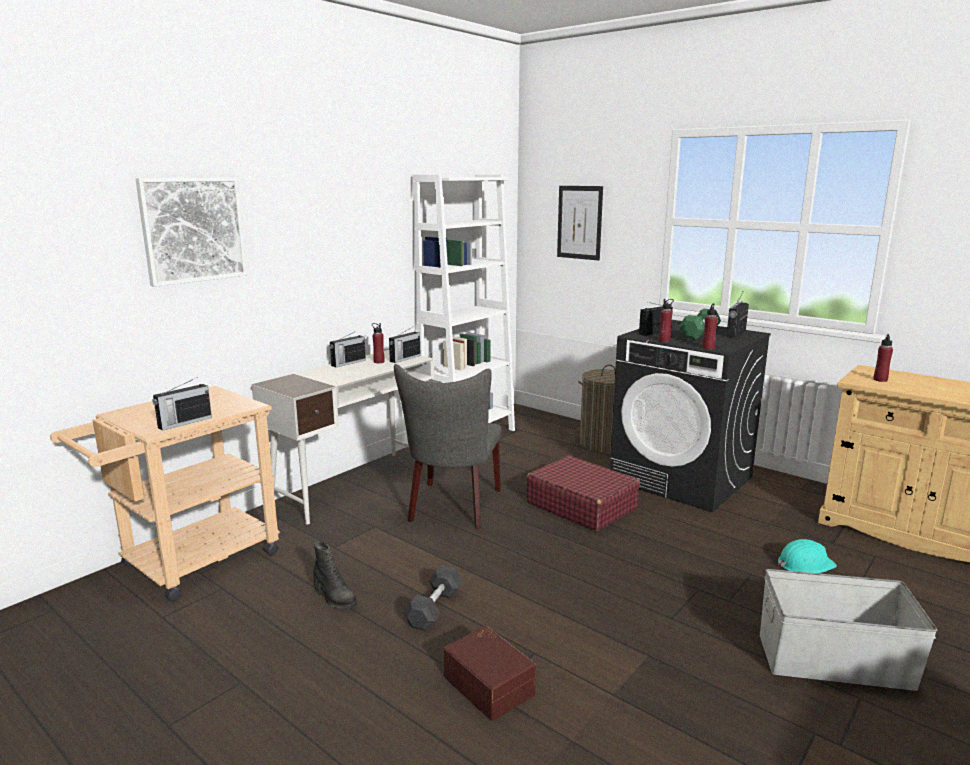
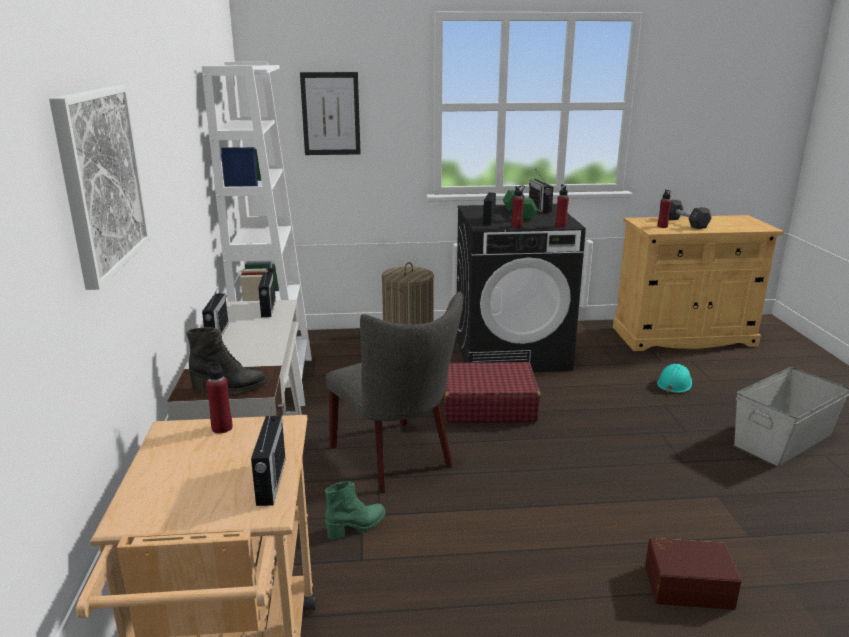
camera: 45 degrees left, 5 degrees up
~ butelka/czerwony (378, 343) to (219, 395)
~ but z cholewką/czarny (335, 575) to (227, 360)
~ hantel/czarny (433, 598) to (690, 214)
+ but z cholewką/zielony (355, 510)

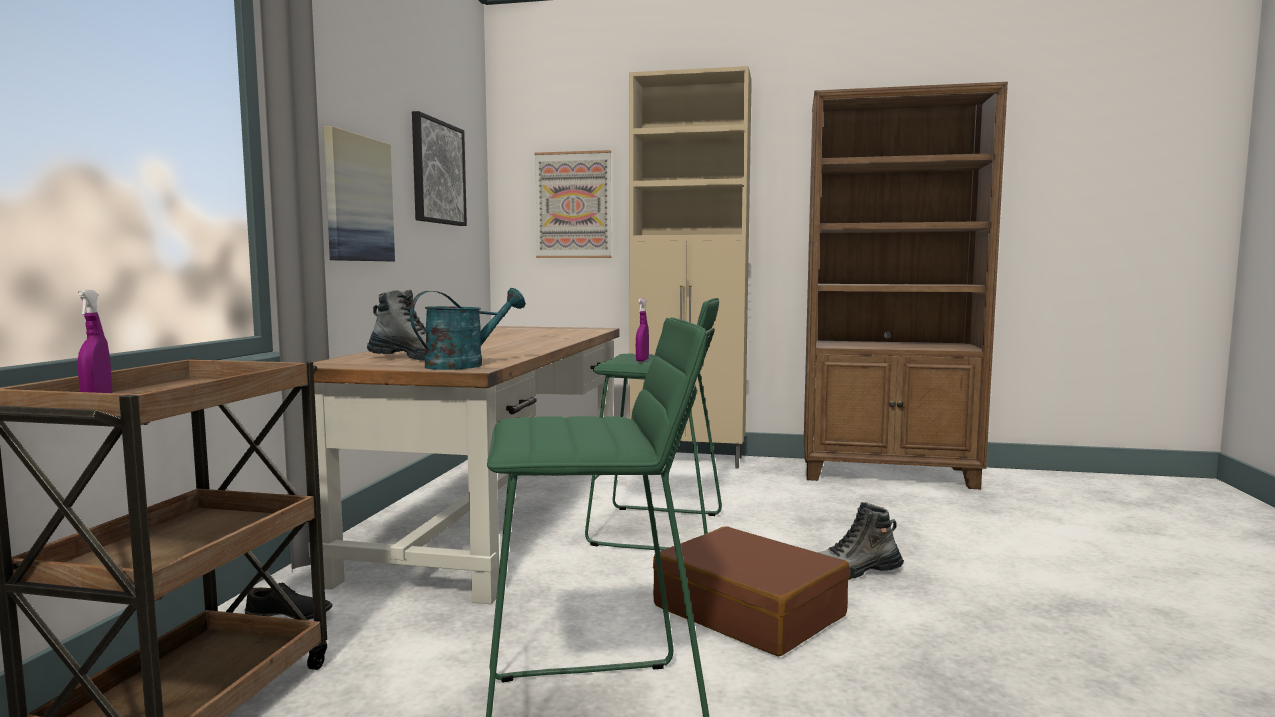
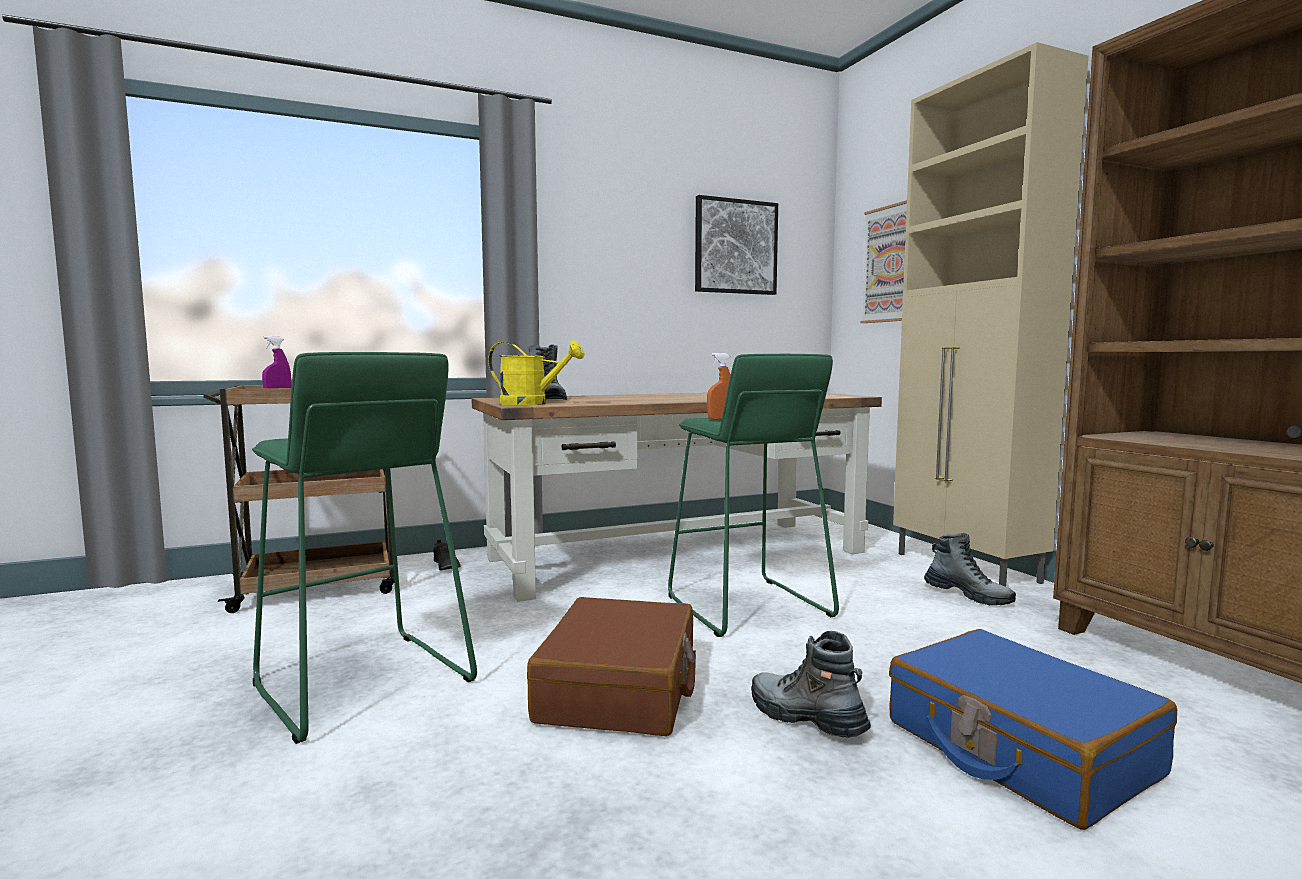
camera: 55 degrees right, 0 degrees up
- obraz (359, 193)
~ konewka/turkusowy (468, 329) to konewka/żółty (536, 372)
~ spryskiwacz/fioletowy (642, 330) to spryskiwacz/pomarańczowy (719, 386)
+ but z cholewką (970, 569)
+ walizka/niebieski (1033, 729)

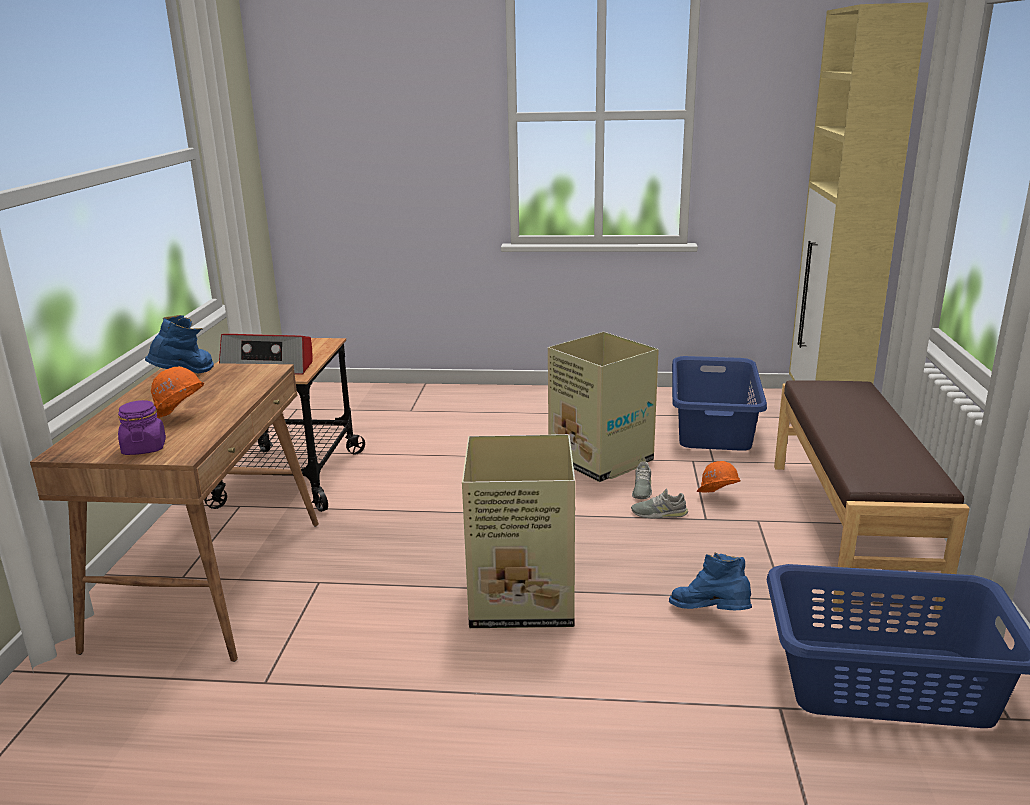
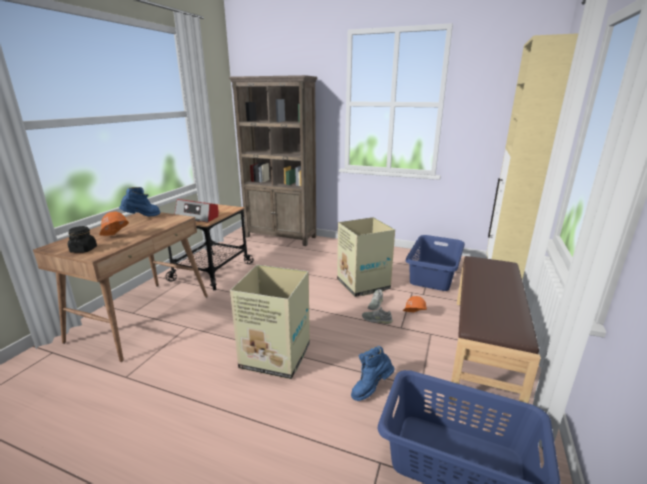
camera: 15 degrees right, 0 degrees up
~ słoik/fioletowy (142, 427) to słoik/czarny (82, 239)
~ but z cholewką/niebieski (710, 581) = (372, 373) 90 degrees counterclockwise
+ regał/brązowy (273, 160)

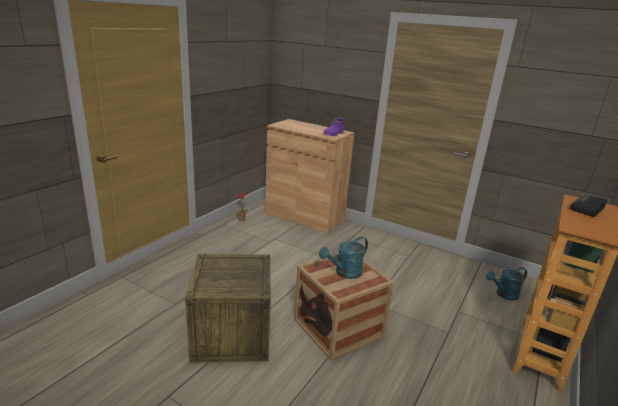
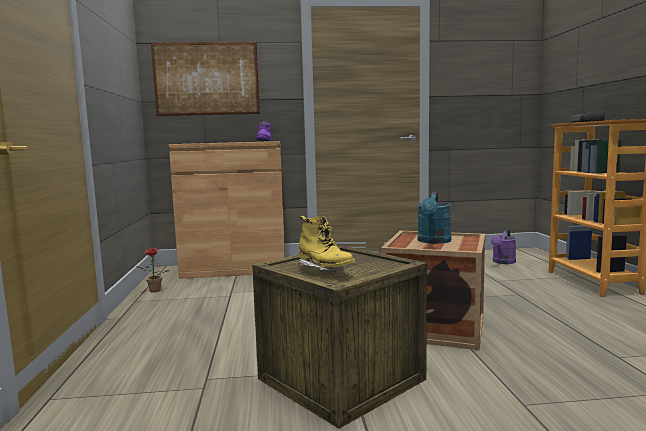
camera: 35 degrees left, 15 degrees down
~ konewka/turkusowy (506, 283) to konewka/fioletowy (503, 247)
+ obraz (205, 79)
+ but z cholewką/żółty (326, 244)

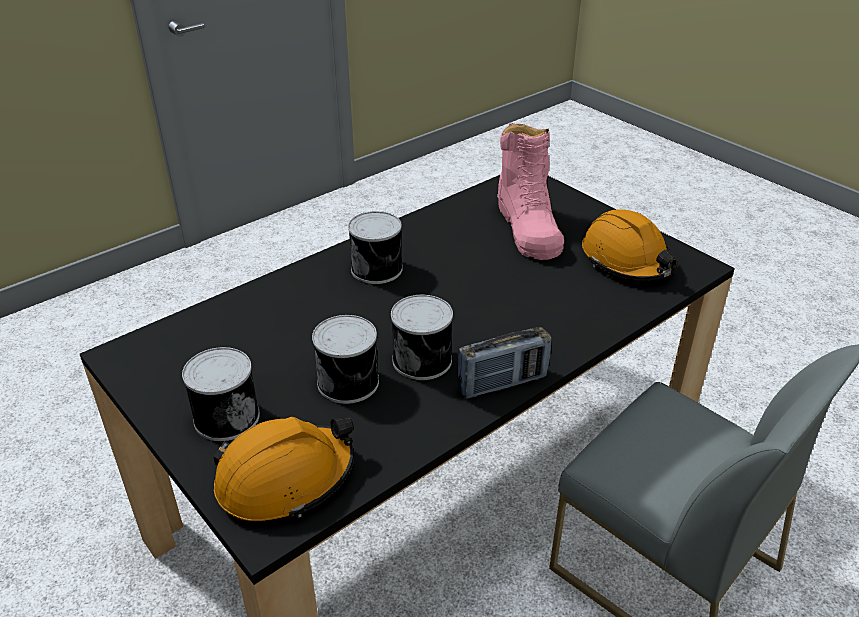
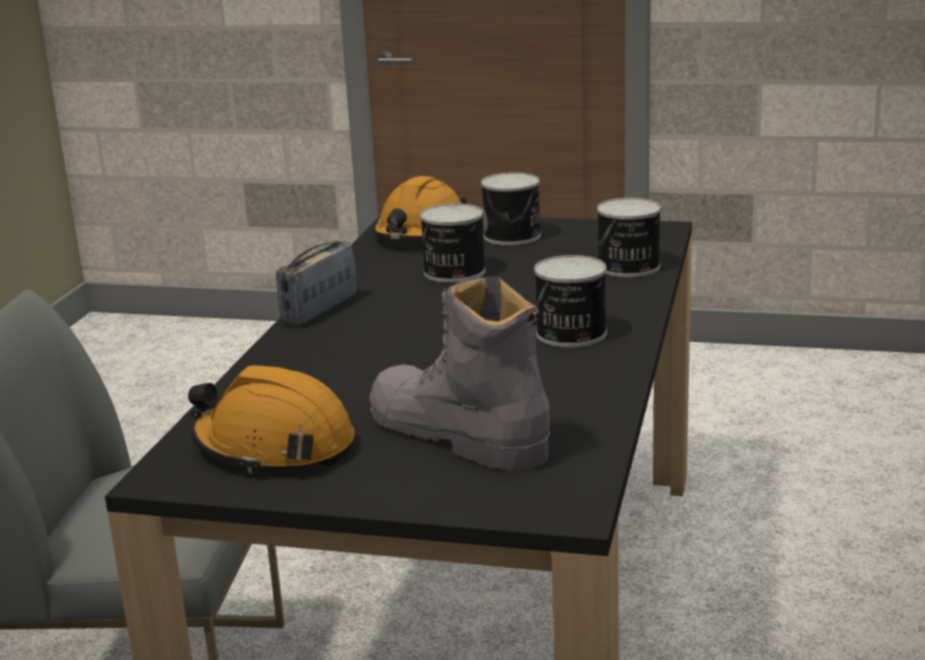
camera: 145 degrees right, 15 degrees down
~ but z cholewką/różowy (530, 191) to but z cholewką/szary (459, 374)
~ puszka (422, 337) to (629, 237)

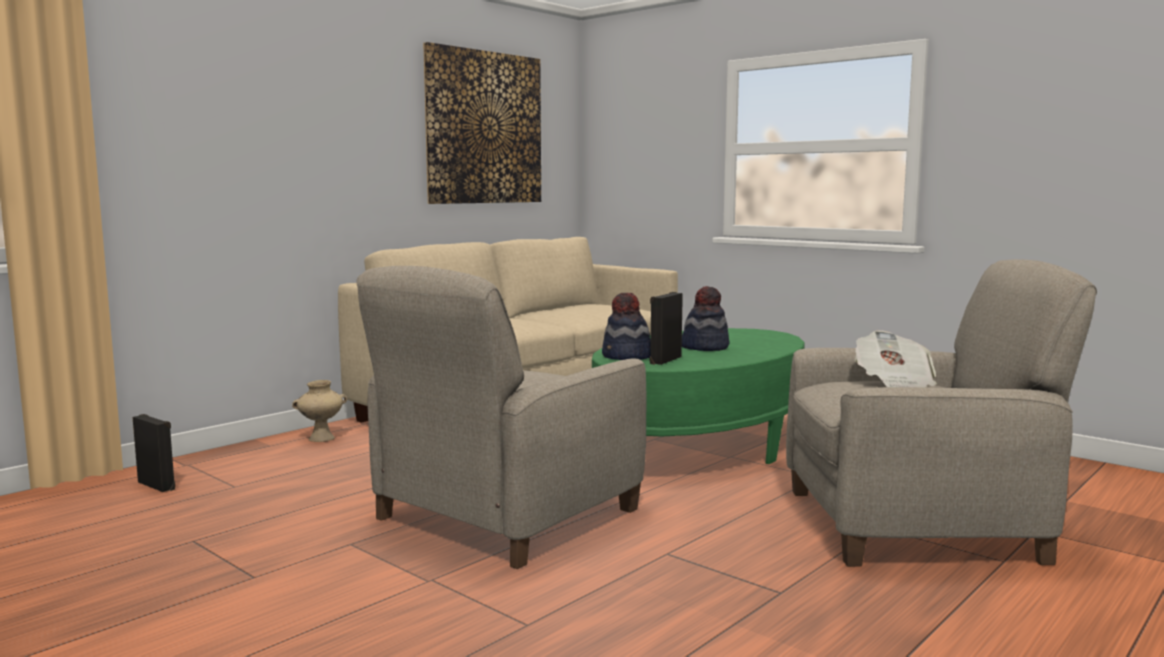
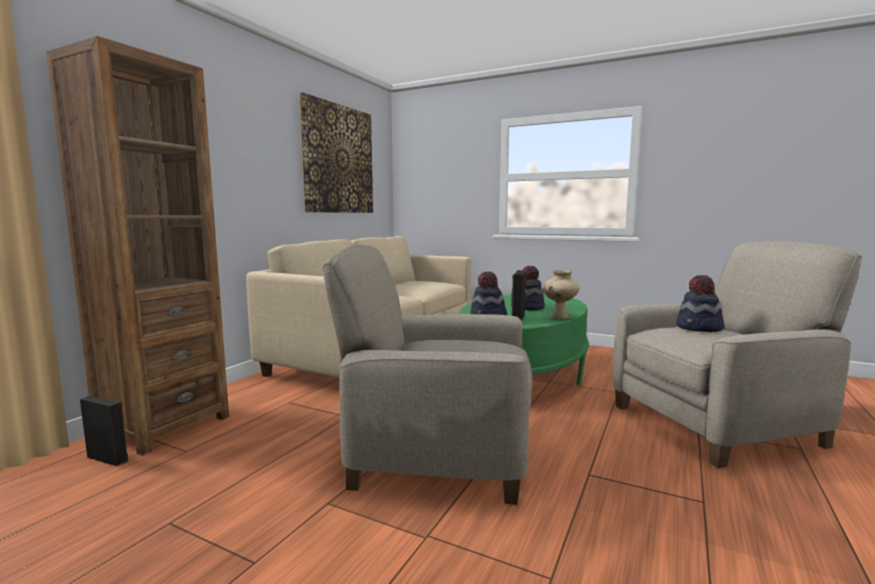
camera: 15 degrees left, 0 degrees up
~ fotel/beżowy (501, 417) = (427, 375) 75 degrees clockwise
~ gazeta (896, 358) to kapelusz (700, 303)
~ wazon/beżowy (319, 411) to (561, 294)
+ regał/brązowy (137, 246)

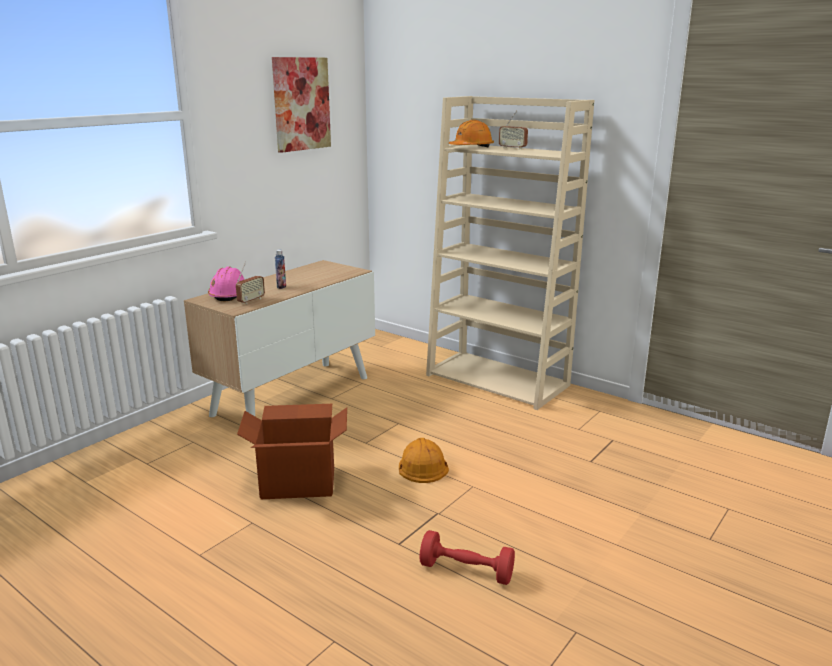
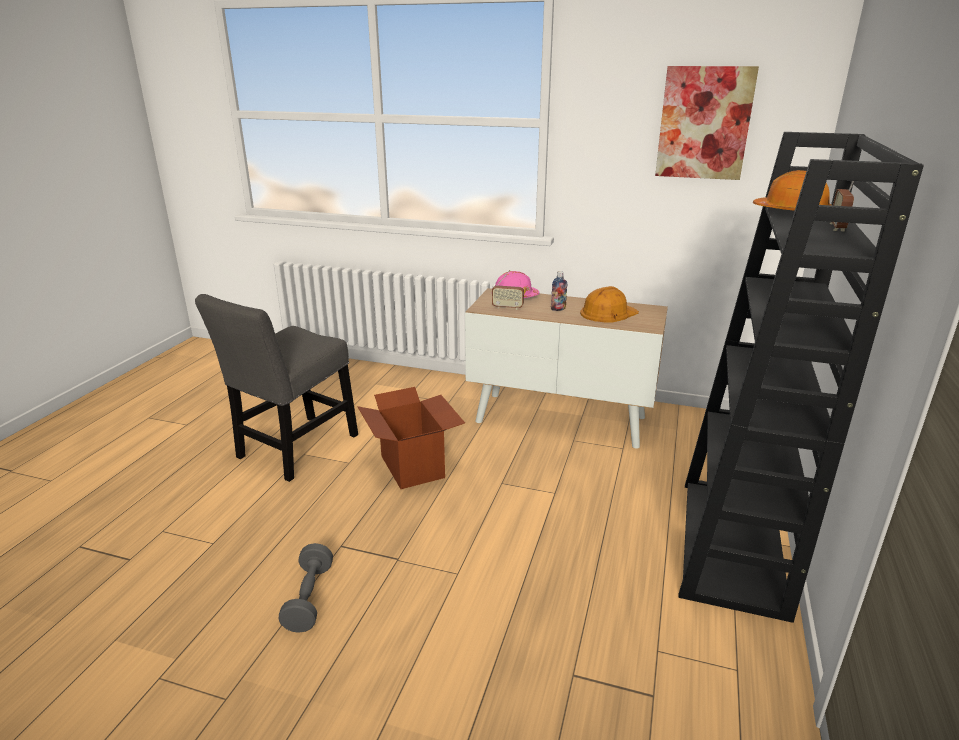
camera: 70 degrees right, 5 degrees up
~ regał/beżowy (510, 253) to regał/czarny (801, 377)
~ kask/pomarańczowy (424, 460) to (609, 304)
~ hantel/czerwony (467, 557) to hantel/szary (305, 588)
+ krzesło/szary (276, 388)

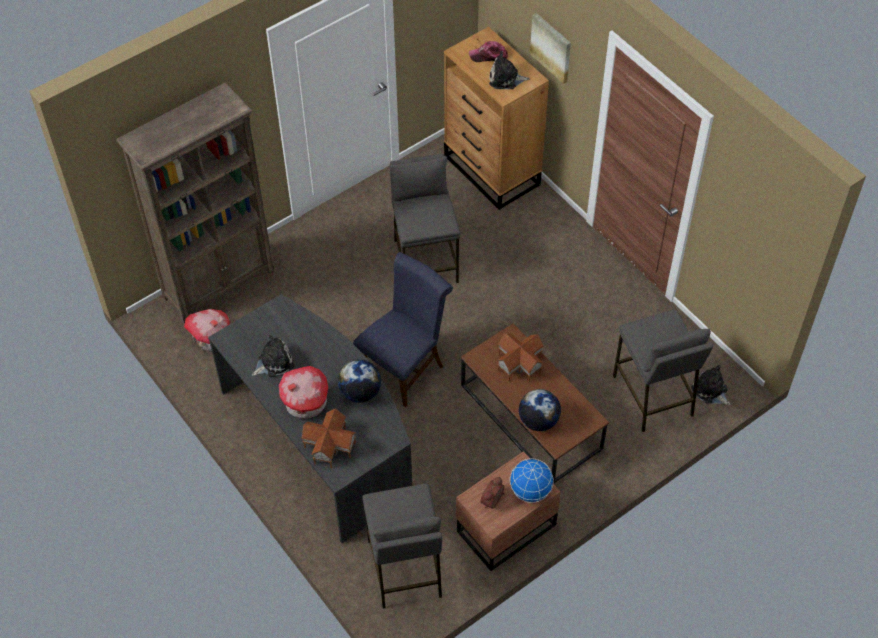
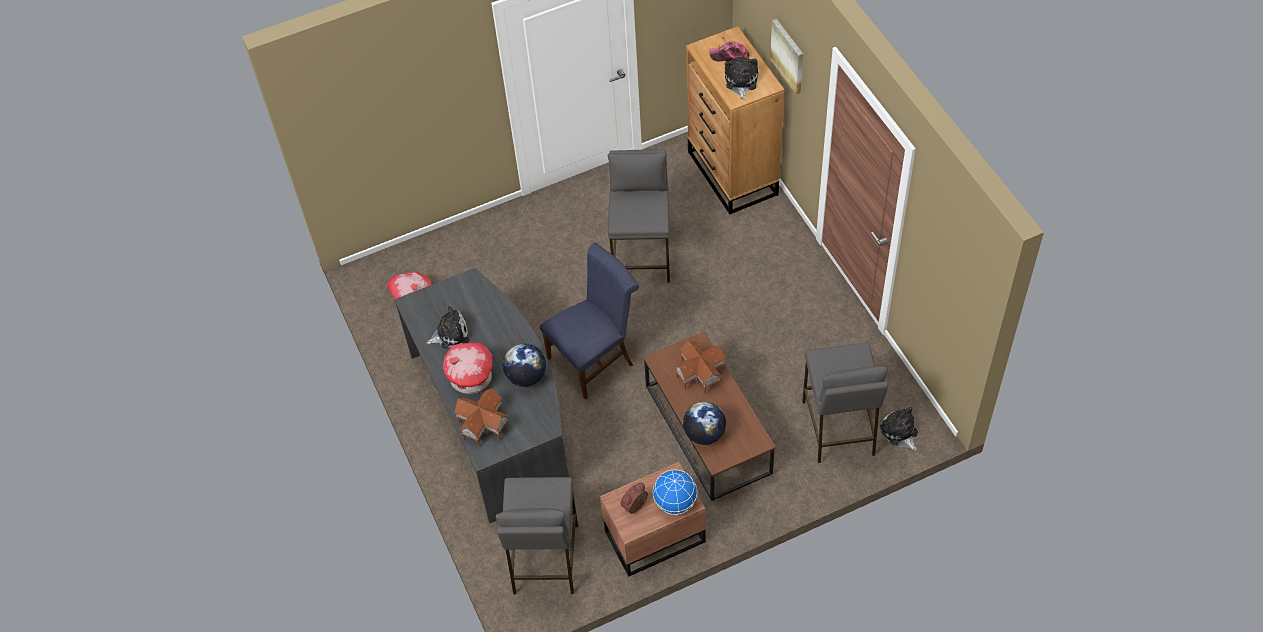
camera: 15 degrees right, 0 degrees up
~ pluszak (509, 70) = (741, 78) 75 degrees clockwise
- regał/brązowy (195, 203)

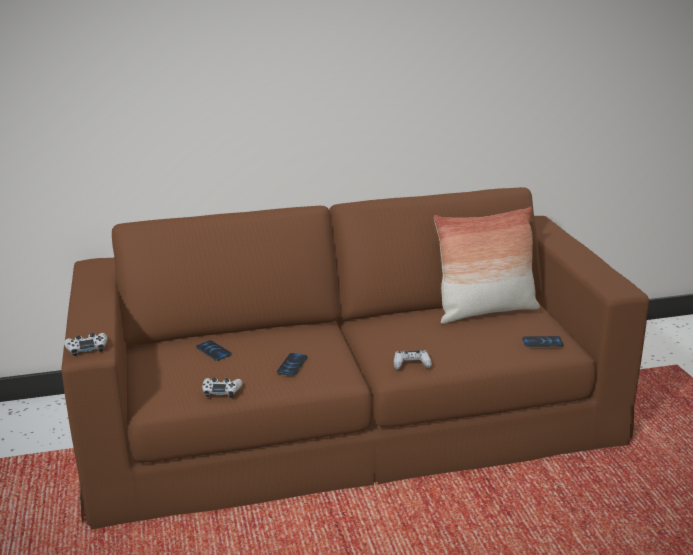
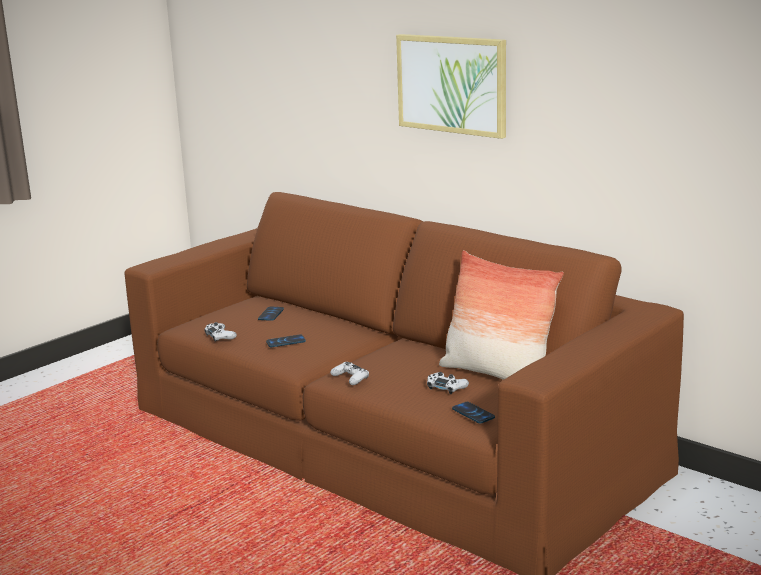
camera: 55 degrees right, 5 degrees down
~ pad do gier/biały (85, 344) to (448, 383)
+ obraz (451, 86)

